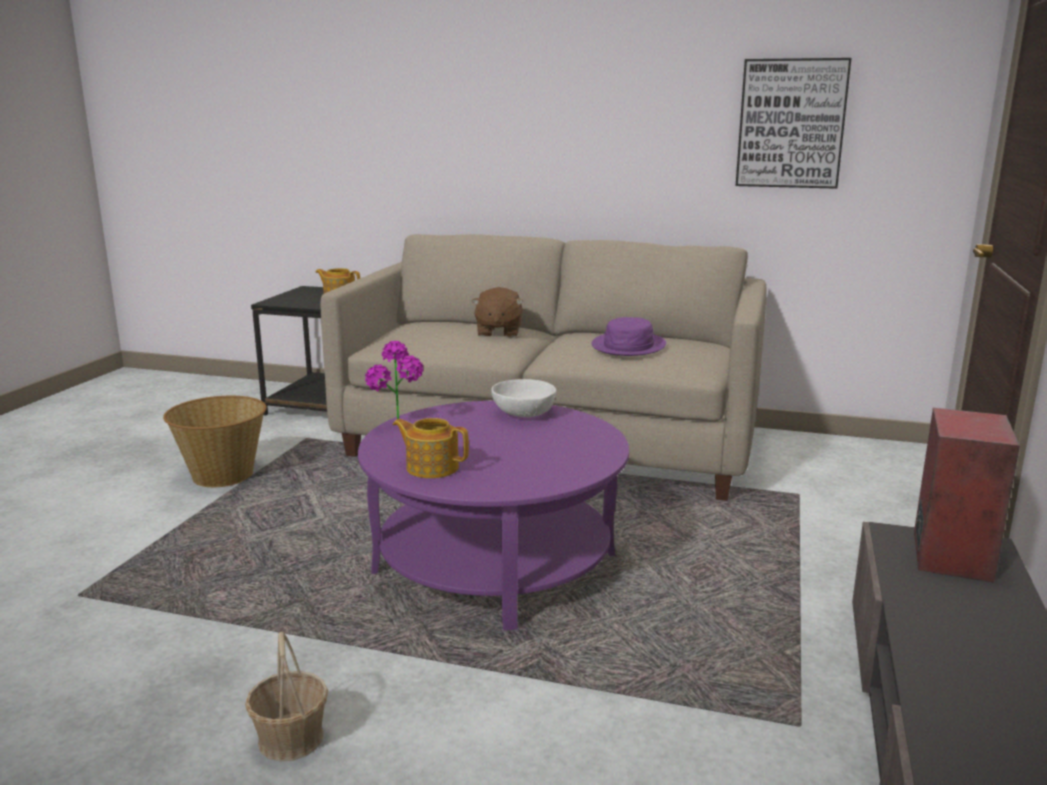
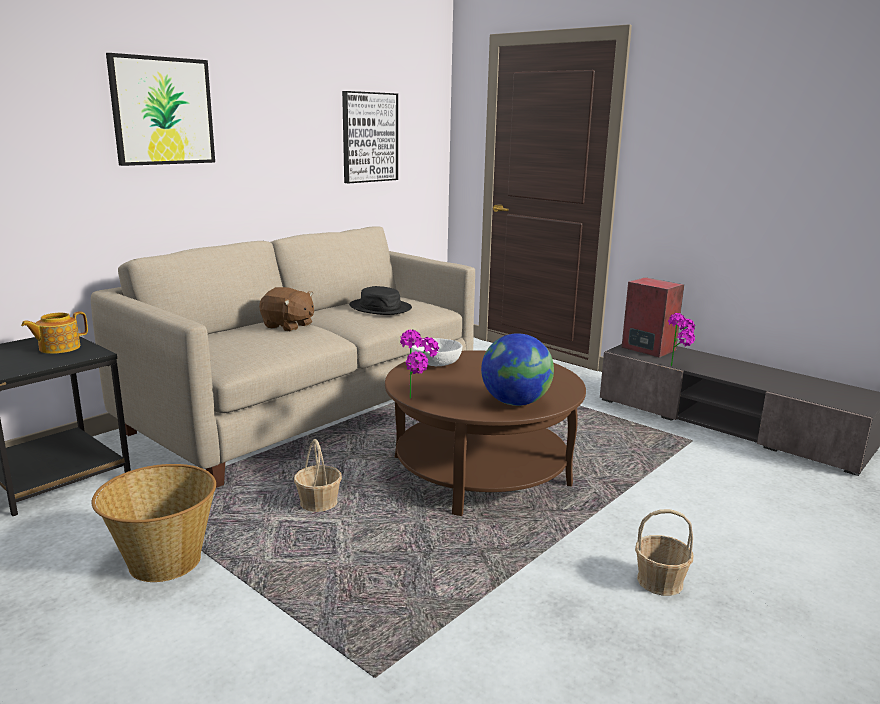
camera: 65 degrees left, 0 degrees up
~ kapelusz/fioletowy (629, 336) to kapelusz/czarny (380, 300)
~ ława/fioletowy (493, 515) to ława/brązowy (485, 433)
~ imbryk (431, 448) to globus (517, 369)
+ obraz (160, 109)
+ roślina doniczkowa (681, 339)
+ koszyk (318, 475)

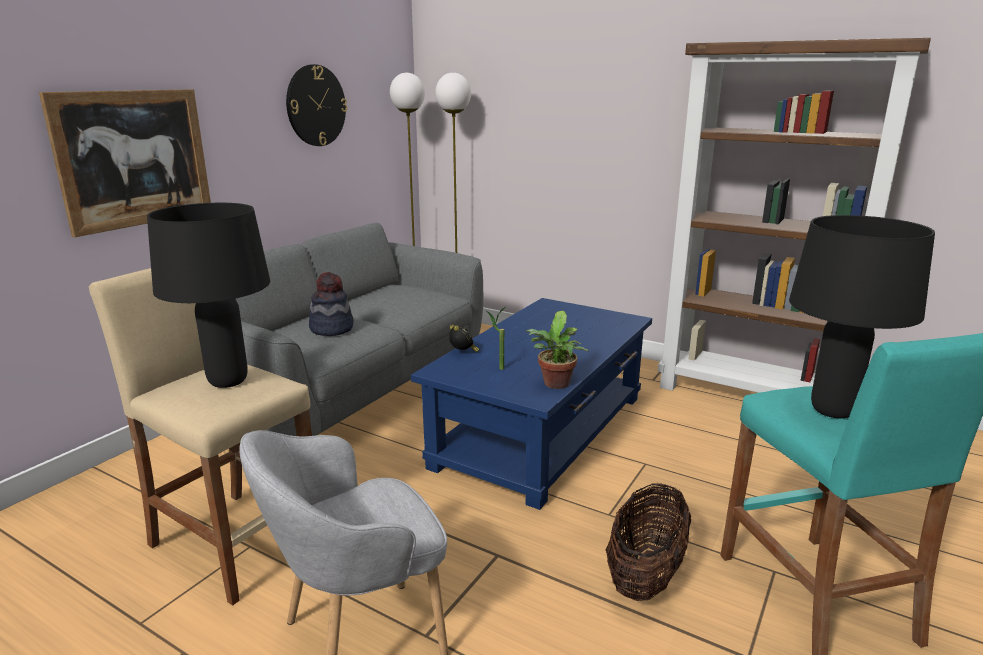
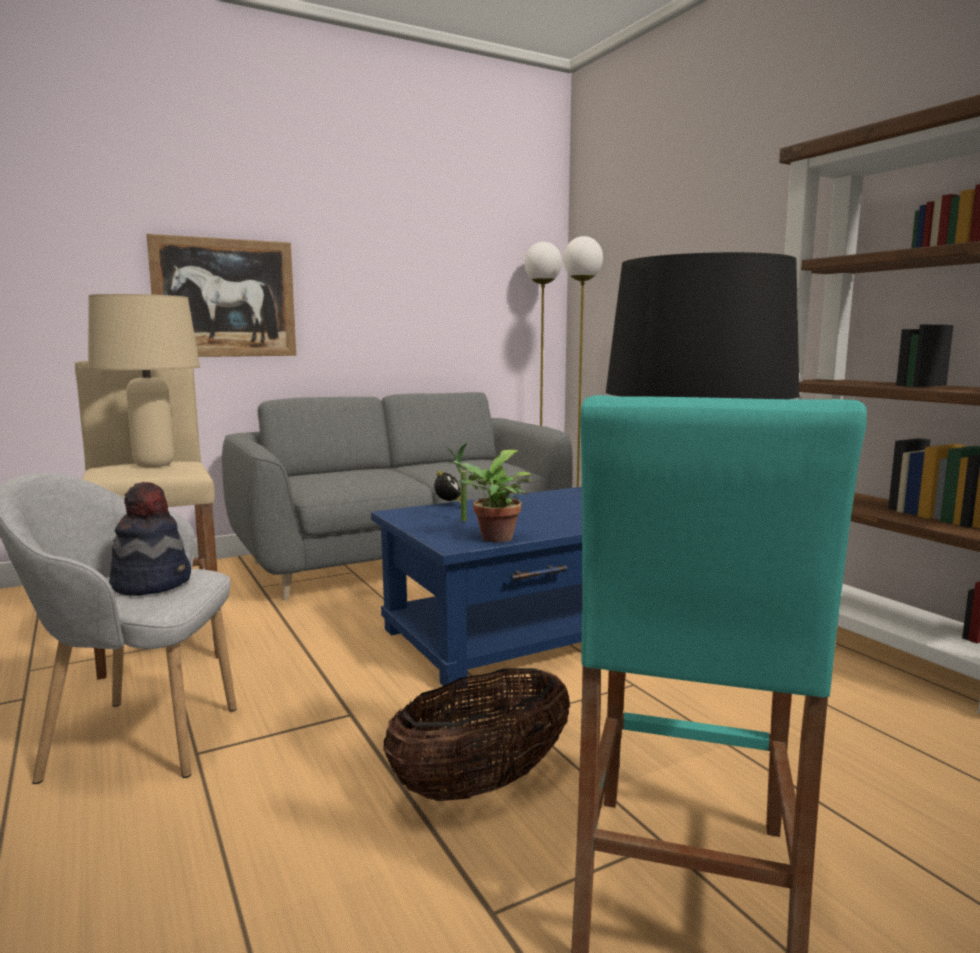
camera: 30 degrees right, 10 degrees down
- zegar ścienny (316, 105)
~ lampa stołowa/czarny (208, 295) to lampa stołowa/beżowy (144, 380)
~ kapelusz (331, 304) to (150, 539)

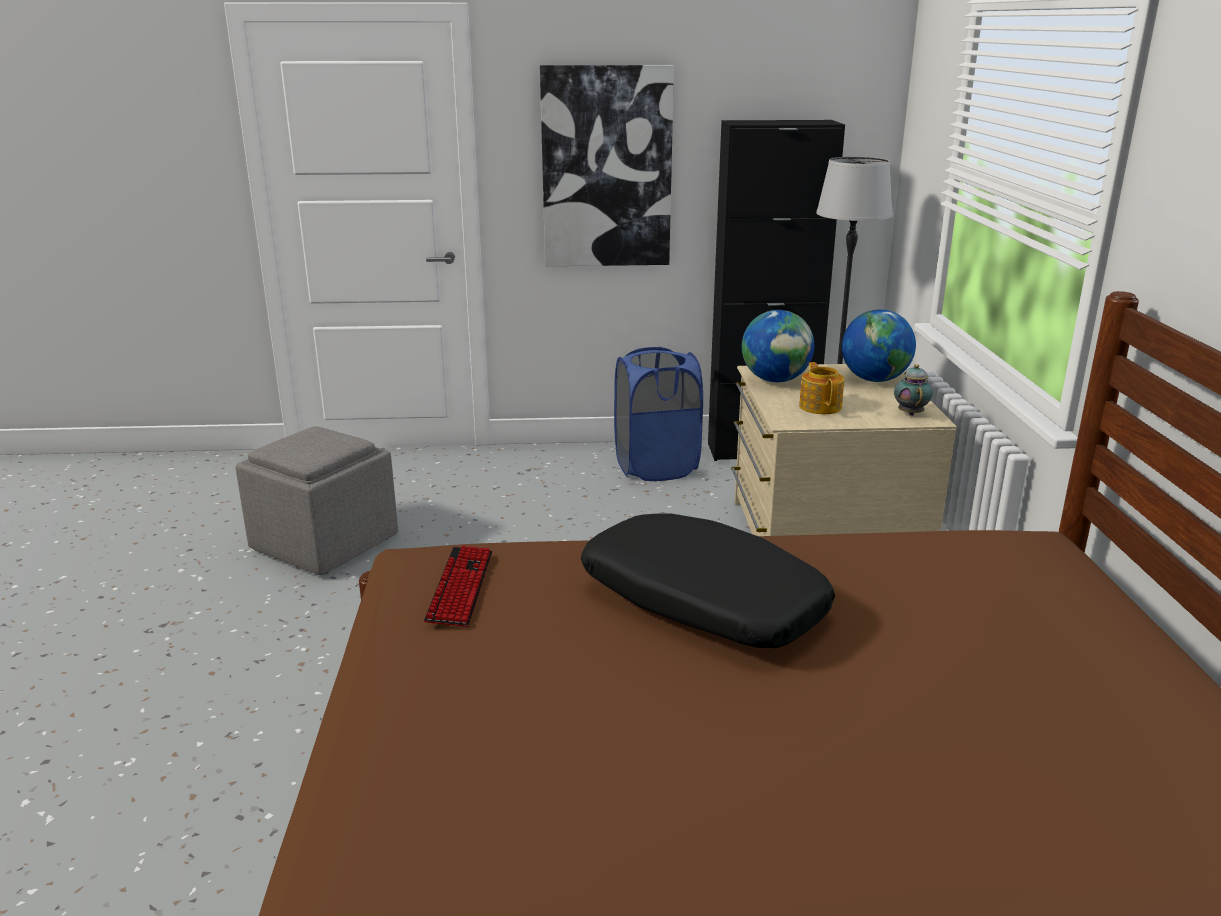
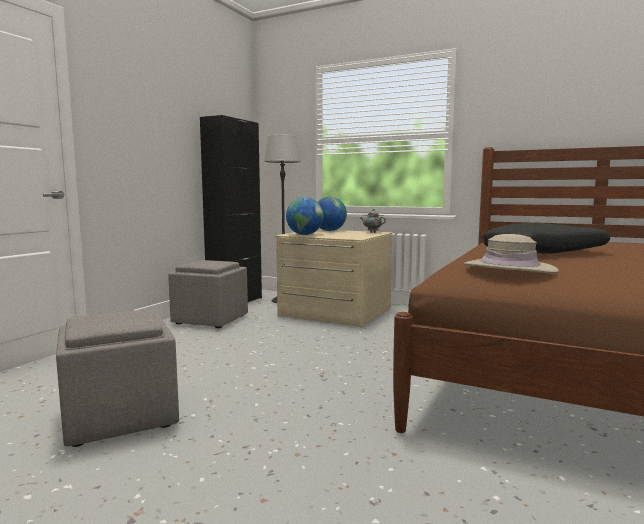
camera: 60 degrees left, 15 degrees down
- obraz (607, 165)
~ kosz na pranie/niebieski (658, 414) to pufa/szary (208, 294)
- imbryk (821, 388)
~ klawiatura (458, 586) to kapelusz/beżowy (511, 254)

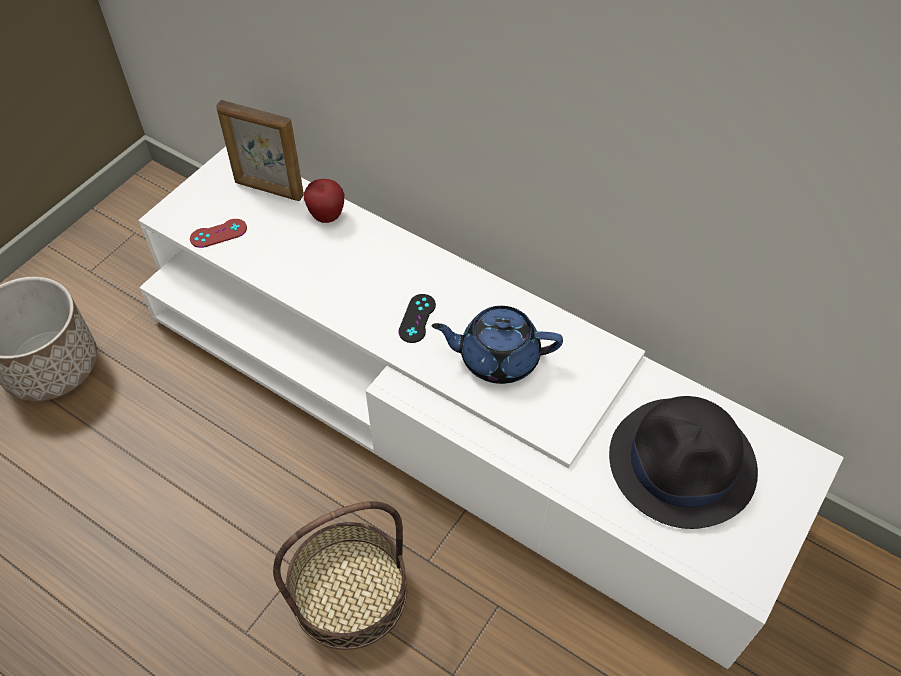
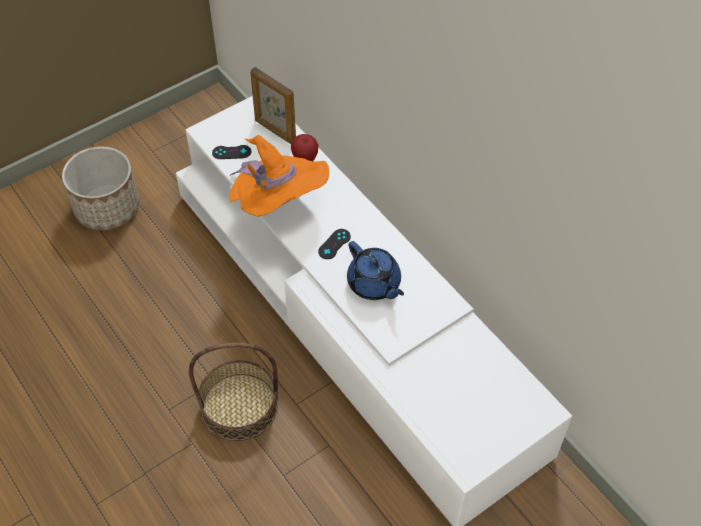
camera: 20 degrees right, 0 degrees up
~ pad do gier/czerwony (218, 233) to pad do gier/czarny (232, 152)
~ imbryk/niebieski (497, 345) = (375, 270) 150 degrees counterclockwise
- kapelusz/czarny (683, 462)
+ kapelusz/pomarańczowy (279, 176)

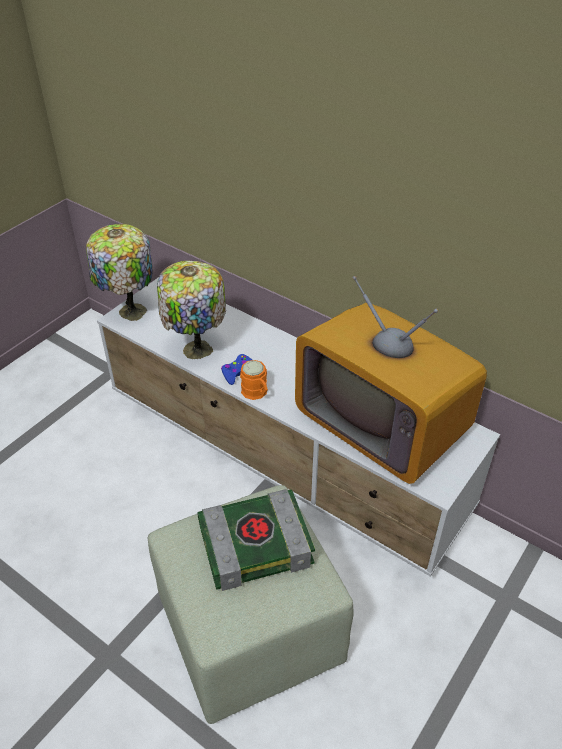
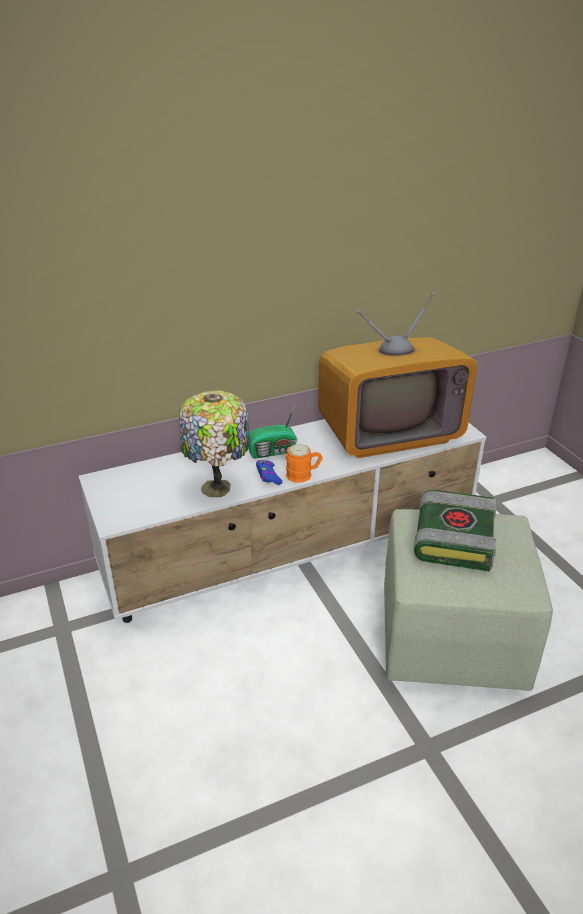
camera: 60 degrees left, 10 degrees down
- lampa stołowa (119, 272)
+ radio (272, 432)

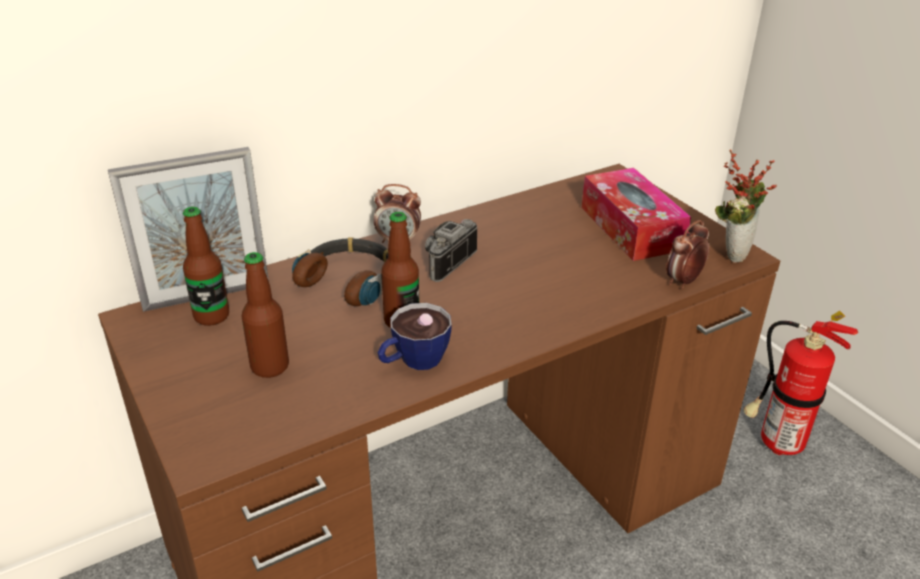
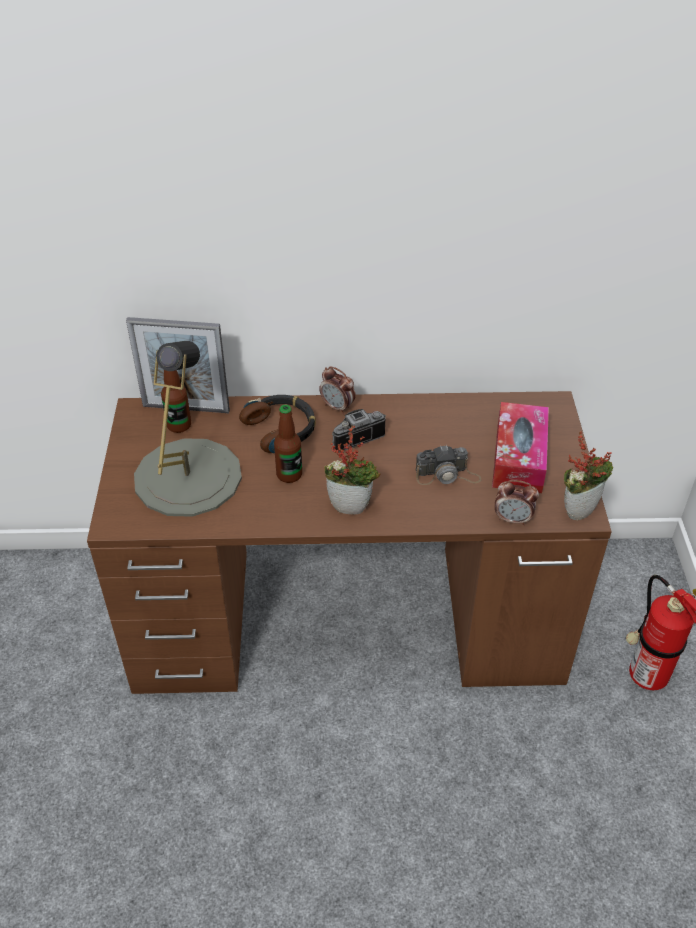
camera: 30 degrees right, 10 degrees up
~ budzik (687, 254) = (517, 503) 150 degrees counterclockwise
~ butelka (265, 315) to lampa stołowa/szary (188, 429)
- filiżanka (415, 336)
+ roślina doniczkowa (352, 470)
+ aparat fotograficzny (448, 465)

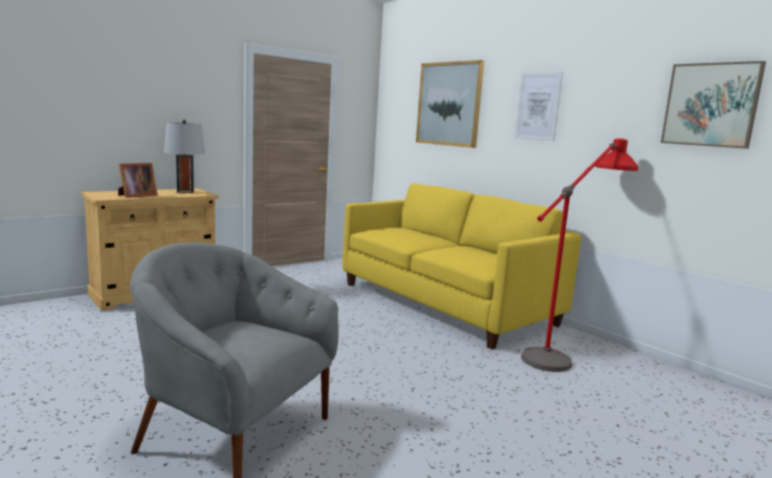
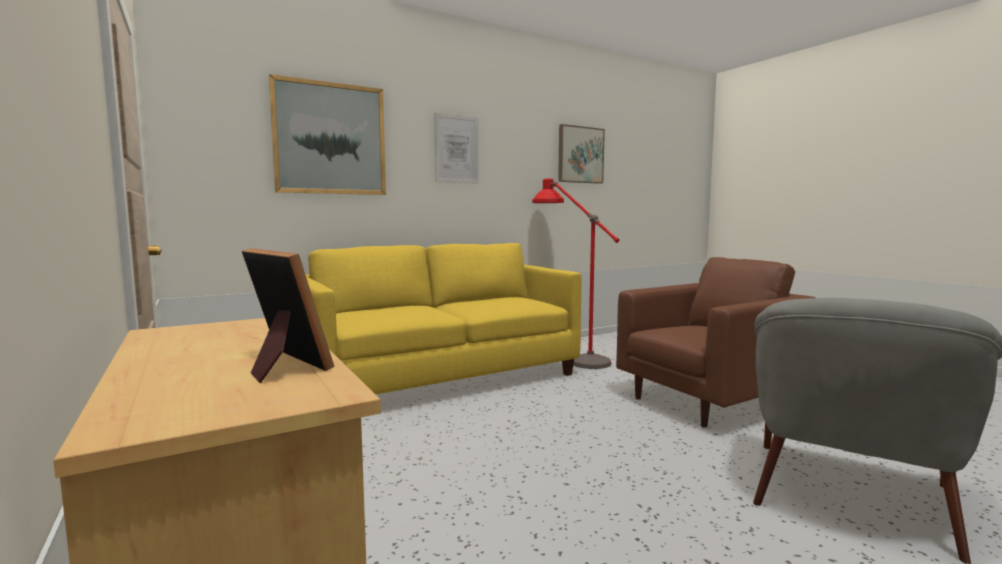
camera: 80 degrees left, 5 degrees down
- lampa stołowa/szary (184, 156)
+ fotel/brązowy (716, 342)

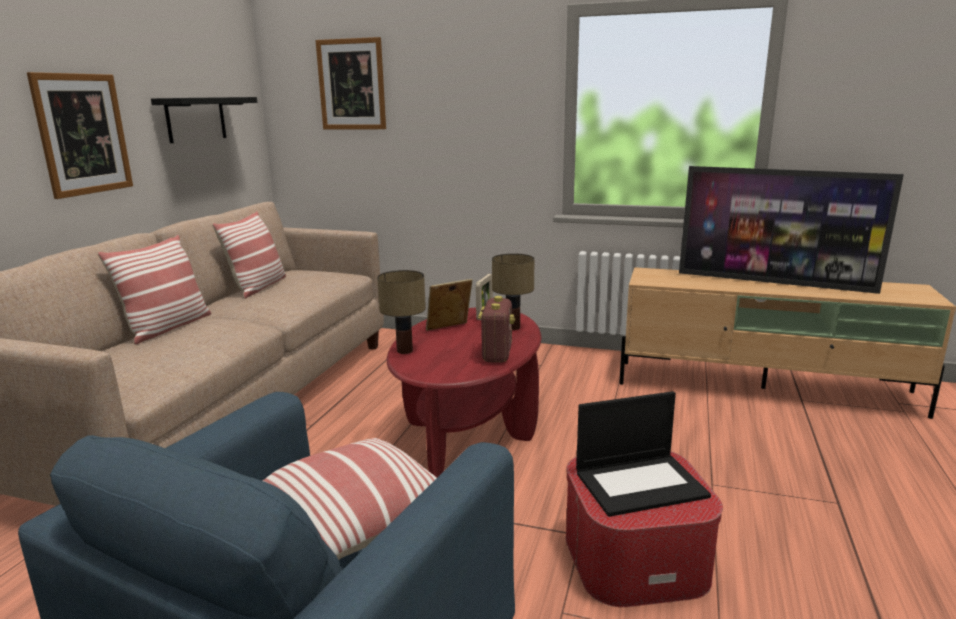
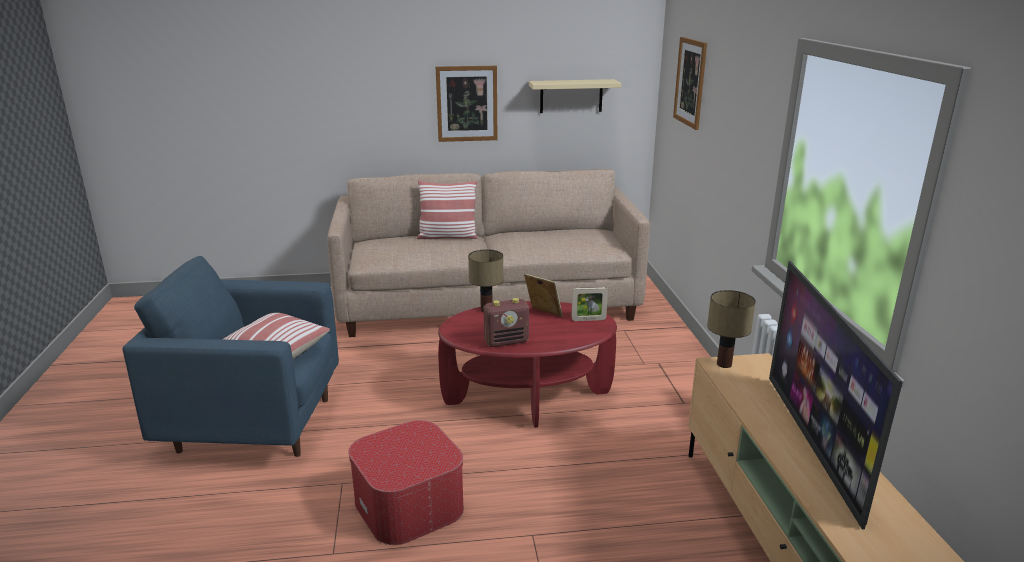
camera: 65 degrees right, 5 degrees up
~ półka/czarny (204, 120) to półka/beżowy (575, 96)
- poduszka (249, 255)
~ lampa stołowa (513, 291) to (731, 329)
- laptop (643, 454)

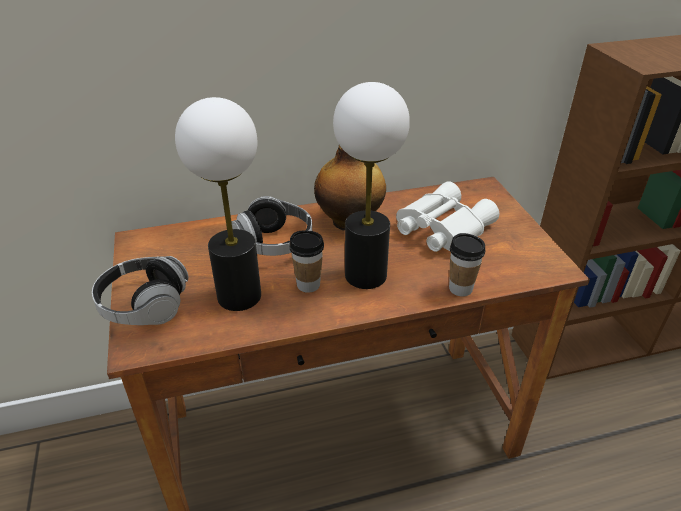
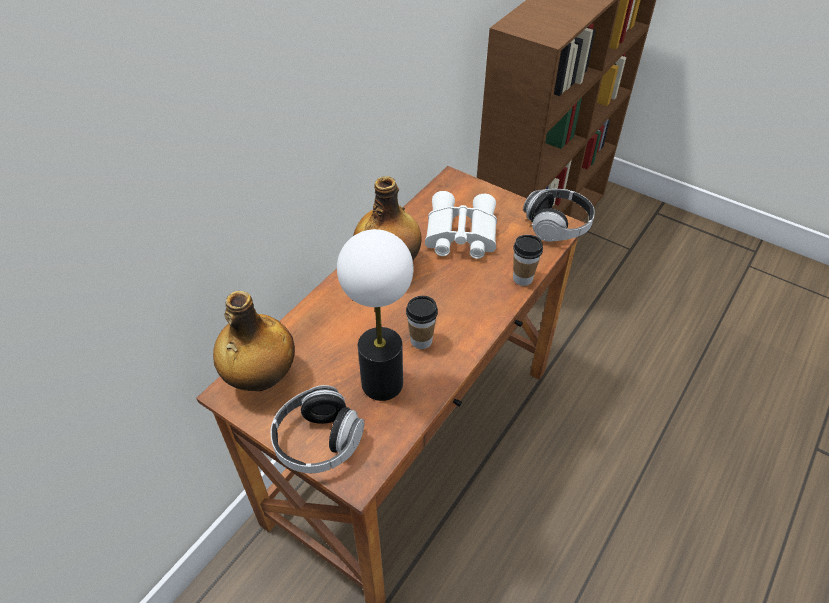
camera: 40 degrees left, 10 degrees up
- lampa stołowa (371, 185)
~ słuchawki (272, 226) to (559, 215)
+ butelka (254, 341)

